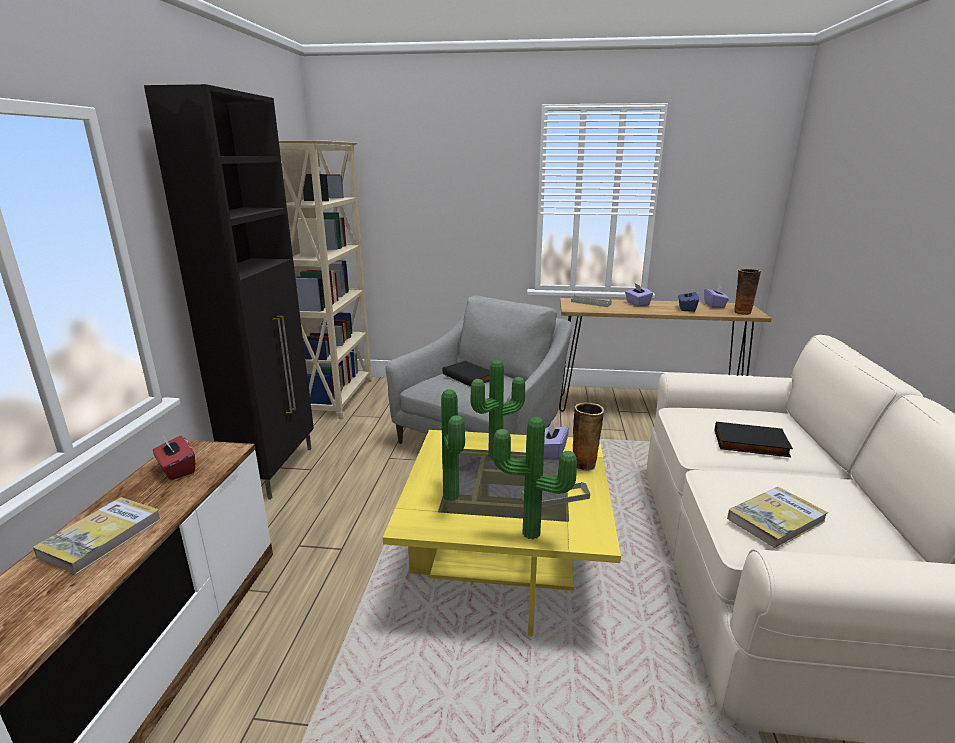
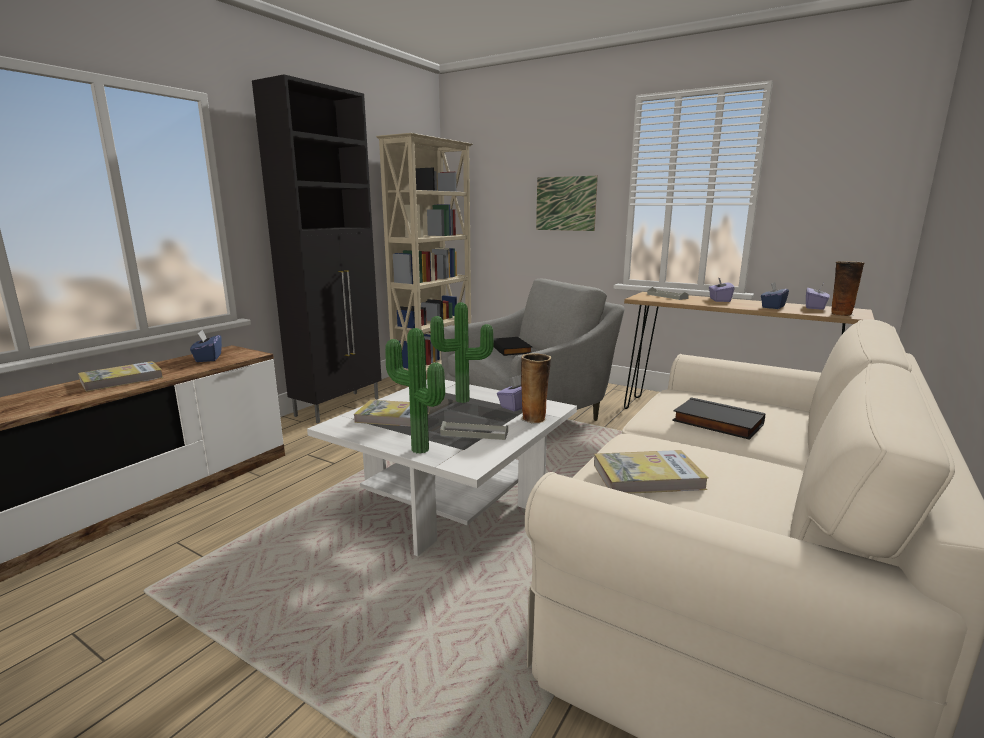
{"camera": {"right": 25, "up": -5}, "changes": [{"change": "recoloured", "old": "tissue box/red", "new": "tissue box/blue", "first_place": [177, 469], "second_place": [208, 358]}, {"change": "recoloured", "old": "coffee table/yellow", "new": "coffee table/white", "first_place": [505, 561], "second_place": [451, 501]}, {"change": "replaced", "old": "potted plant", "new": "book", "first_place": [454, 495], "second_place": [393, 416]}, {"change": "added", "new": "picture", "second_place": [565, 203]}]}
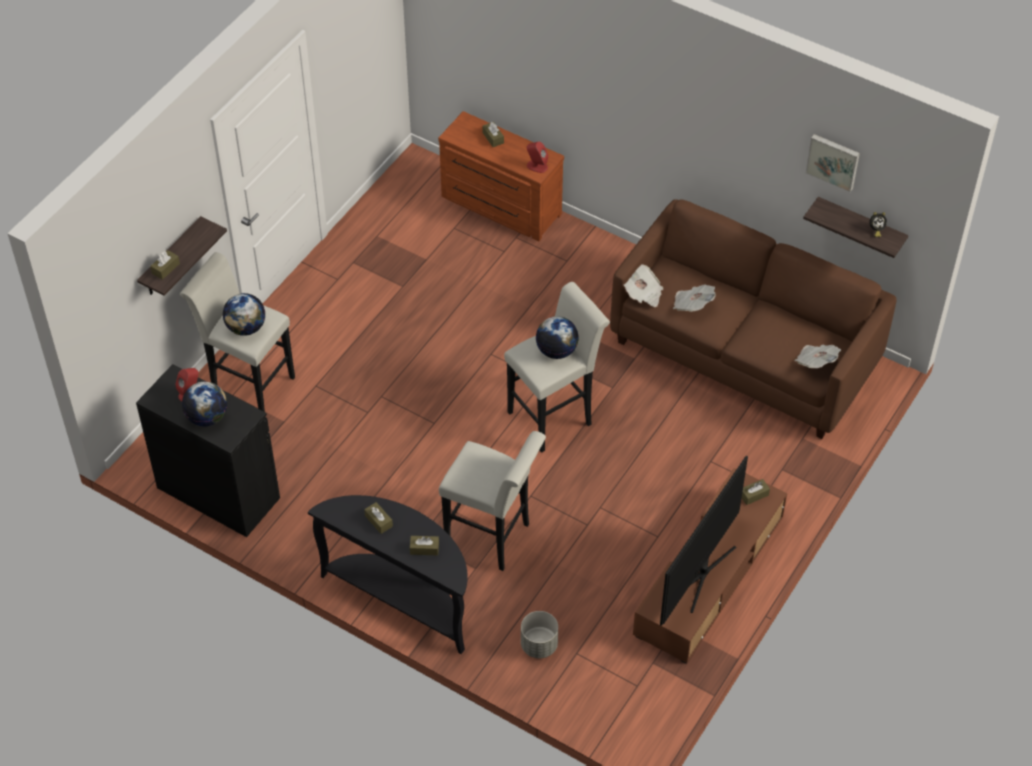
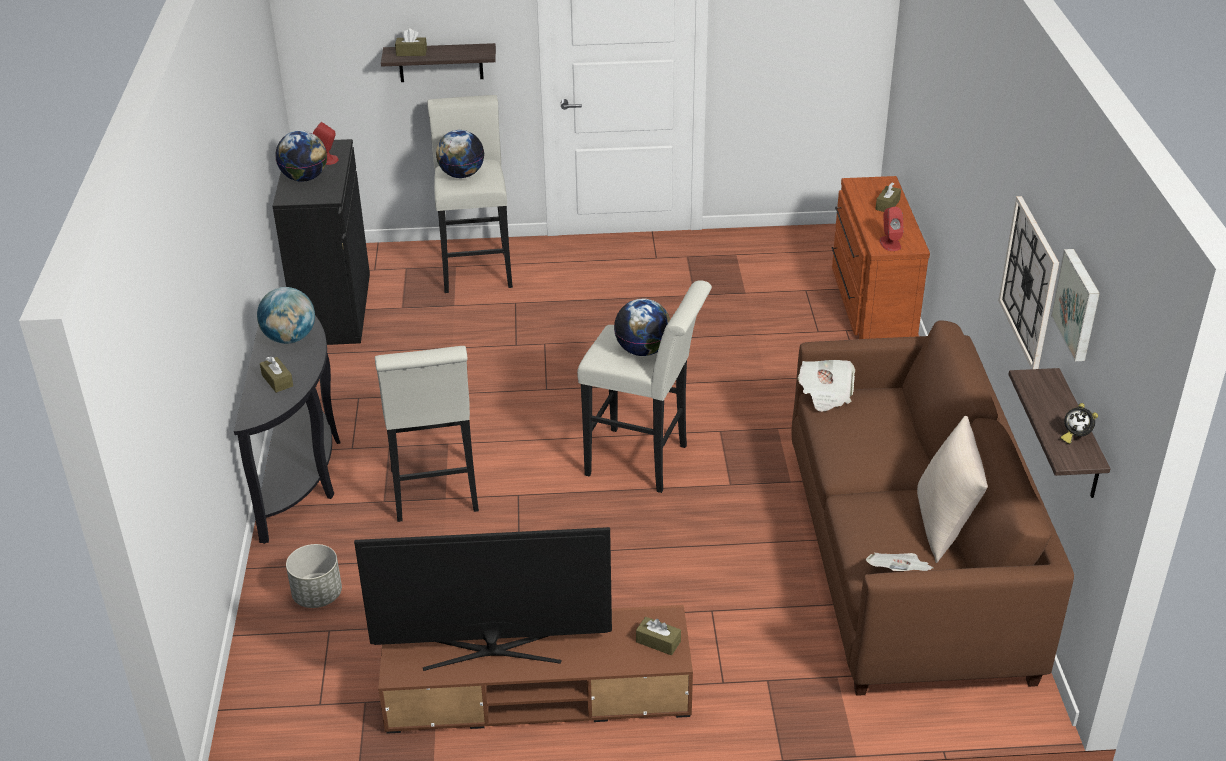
{"camera": {"right": 55, "up": -15}, "changes": [{"change": "replaced", "old": "tissue box/brown", "new": "globe", "first_place": [378, 521], "second_place": [290, 338]}, {"change": "removed", "old": "newspaper", "first_place": [692, 305]}, {"change": "added", "new": "pillow/beige", "second_place": [944, 525]}, {"change": "added", "new": "wall clock", "second_place": [1029, 282]}]}
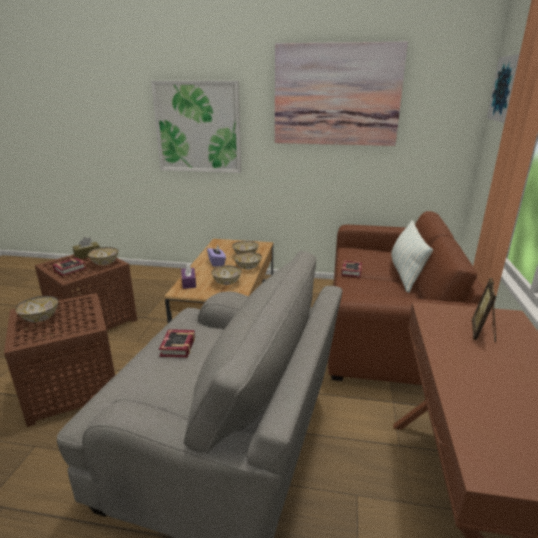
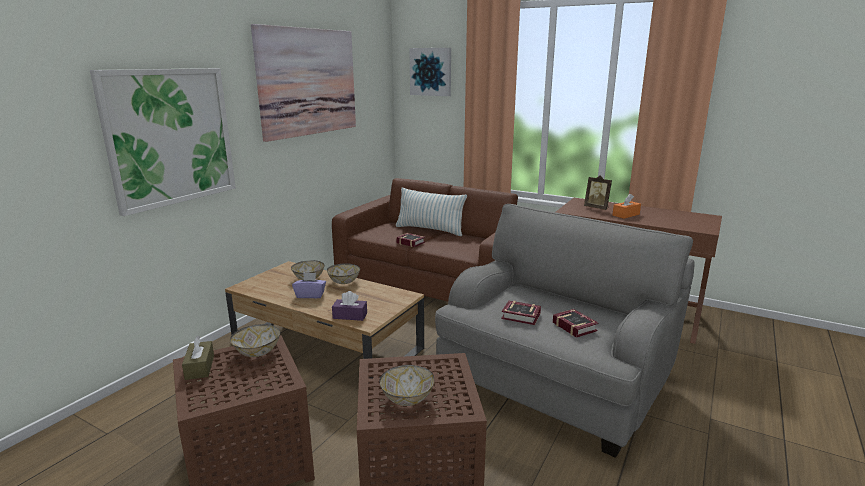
{"camera": {"right": -70, "up": -5}, "changes": [{"change": "moved", "old": "book", "first_place": [71, 269], "second_place": [574, 326]}, {"change": "removed", "old": "bowl", "first_place": [226, 282]}, {"change": "added", "new": "tissue box/orange", "second_place": [626, 215]}]}
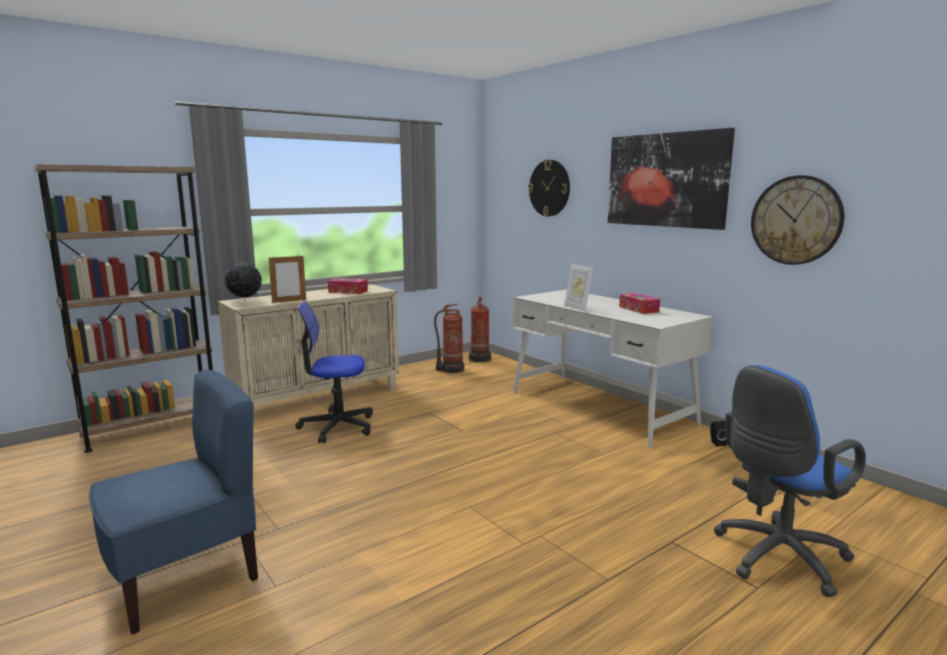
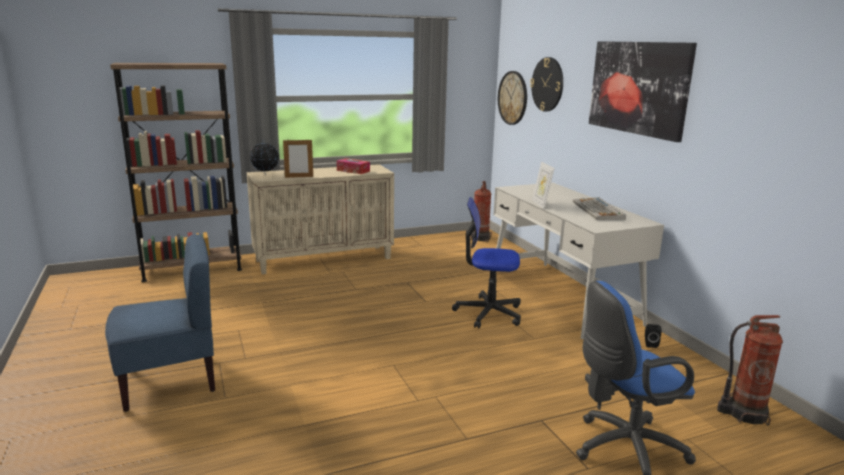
{"camera": {"right": 15, "up": 5}, "changes": [{"change": "moved", "old": "office chair", "first_place": [337, 426], "second_place": [488, 313]}, {"change": "moved", "old": "fire extinguisher", "first_place": [451, 370], "second_place": [743, 413]}, {"change": "replaced", "old": "tissue box", "new": "keyboard", "first_place": [638, 309], "second_place": [598, 210]}, {"change": "moved", "old": "wall clock", "first_place": [796, 220], "second_place": [513, 98]}]}
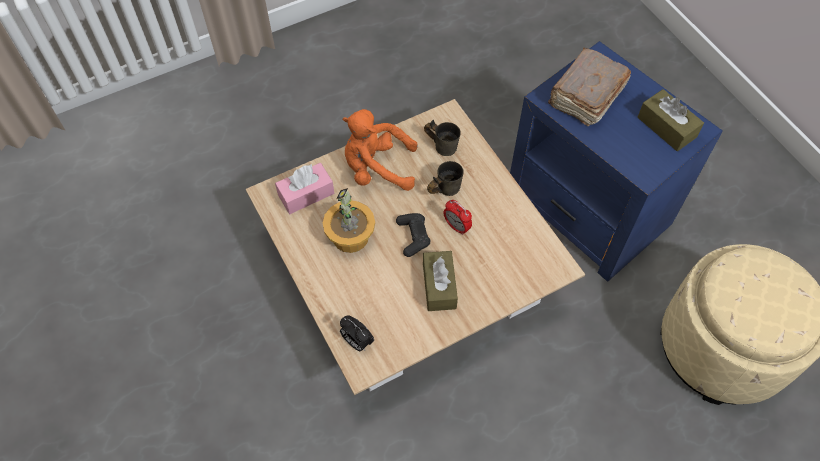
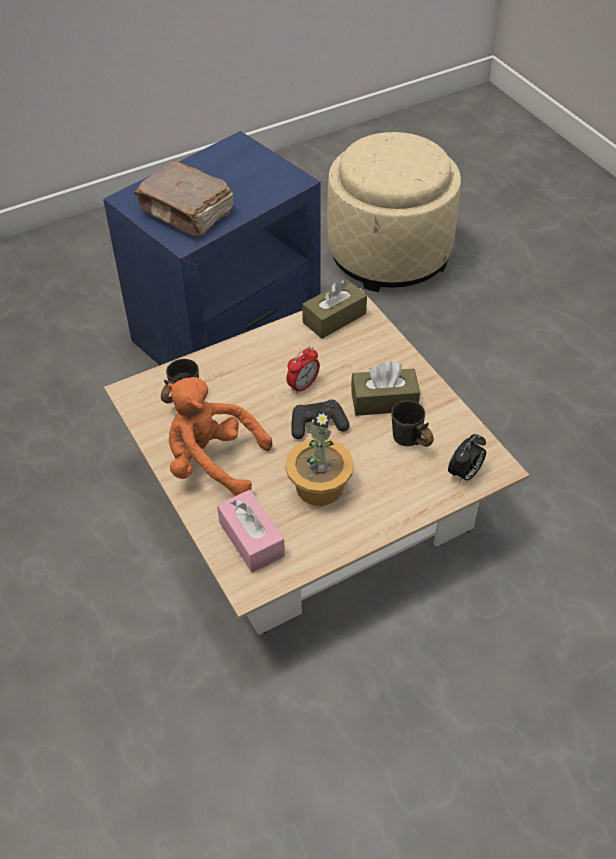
{"camera": {"right": -90, "up": -10}, "changes": [{"change": "turned", "old": "plush toy/orange", "first_place": [377, 168], "second_place": [212, 463], "degrees": 105}, {"change": "moved", "old": "mug/grey", "first_place": [443, 188], "second_place": [408, 443]}, {"change": "moved", "old": "tissue box/brown", "first_place": [666, 127], "second_place": [334, 318]}]}
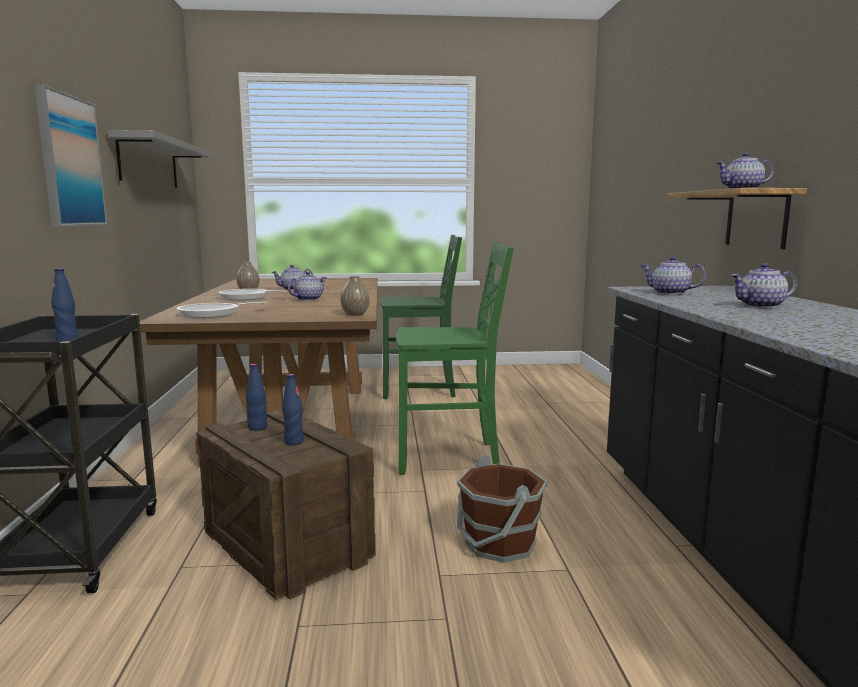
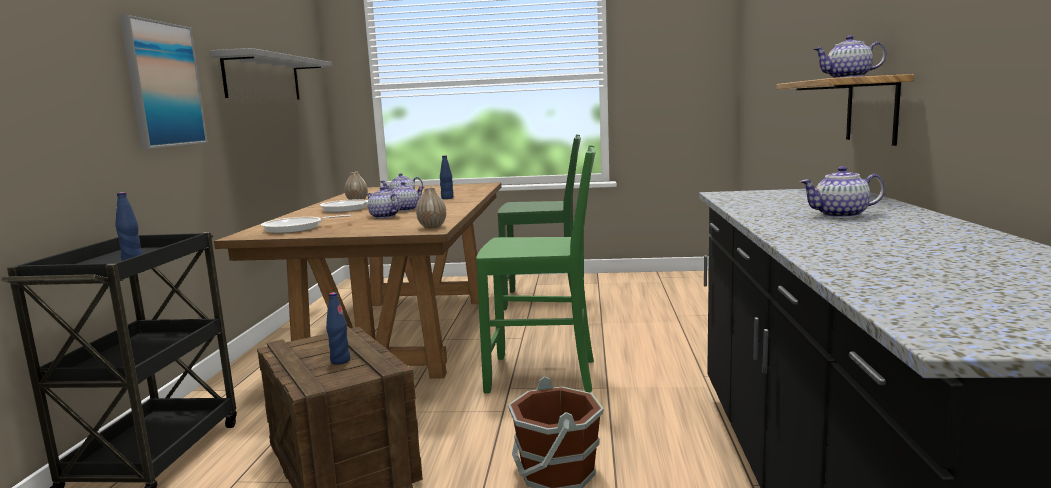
{"camera": {"right": 10, "up": 0}, "changes": [{"change": "moved", "old": "bottle/blue", "first_place": [257, 428], "second_place": [447, 198]}, {"change": "moved", "old": "teapot", "first_place": [670, 293], "second_place": [384, 216]}]}
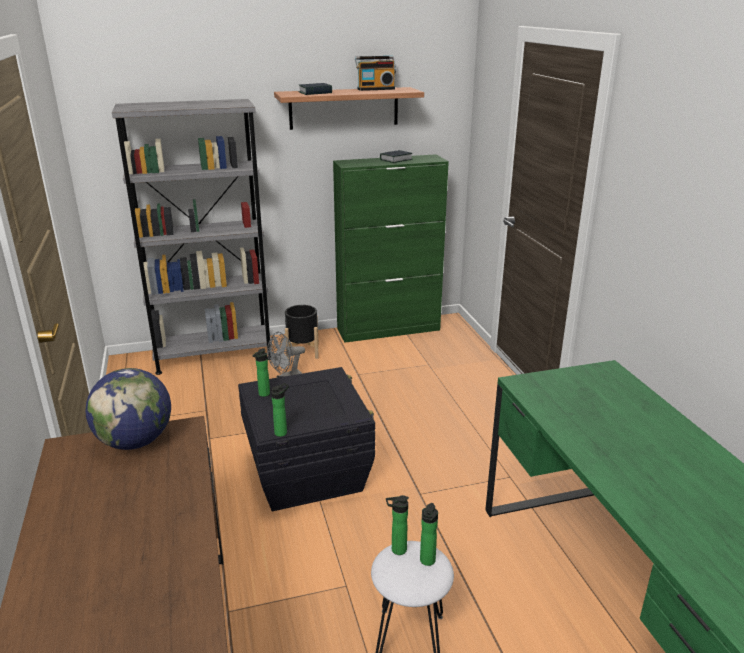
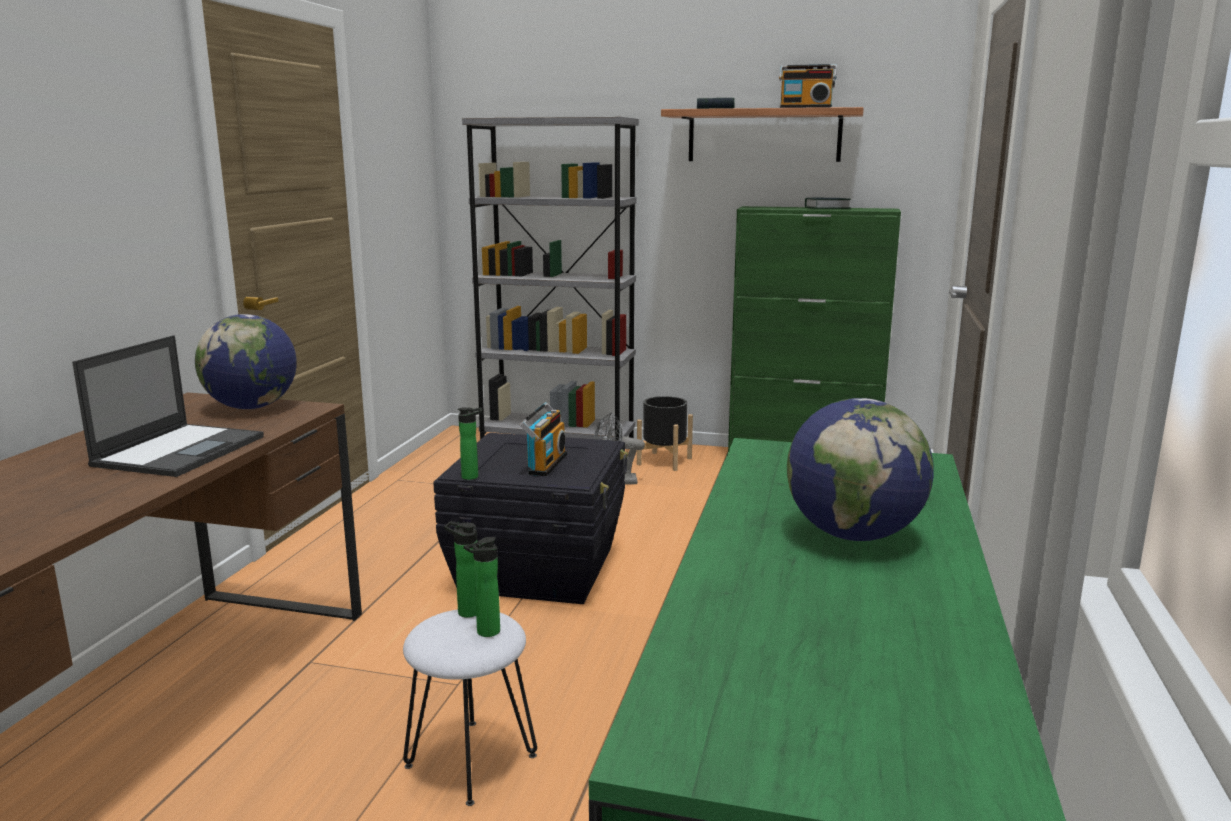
{"camera": {"right": 30, "up": -10}, "changes": [{"change": "removed", "old": "bottle", "first_place": [263, 394]}, {"change": "added", "new": "laptop", "second_place": [181, 450]}, {"change": "added", "new": "radio", "second_place": [545, 464]}, {"change": "added", "new": "globe", "second_place": [853, 534]}]}
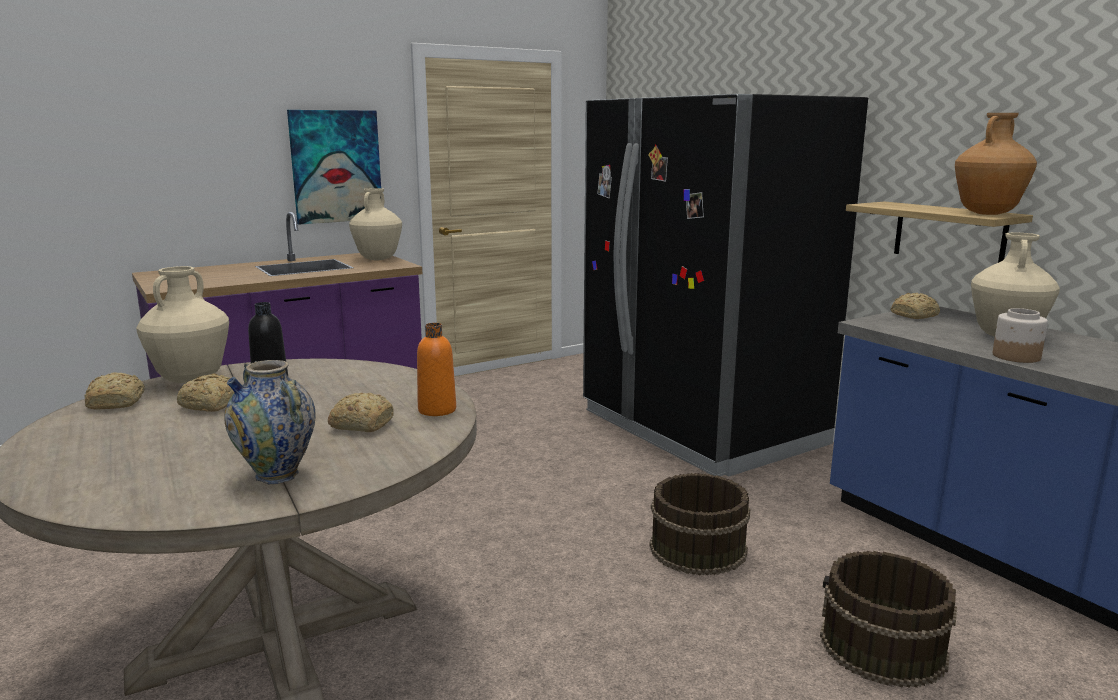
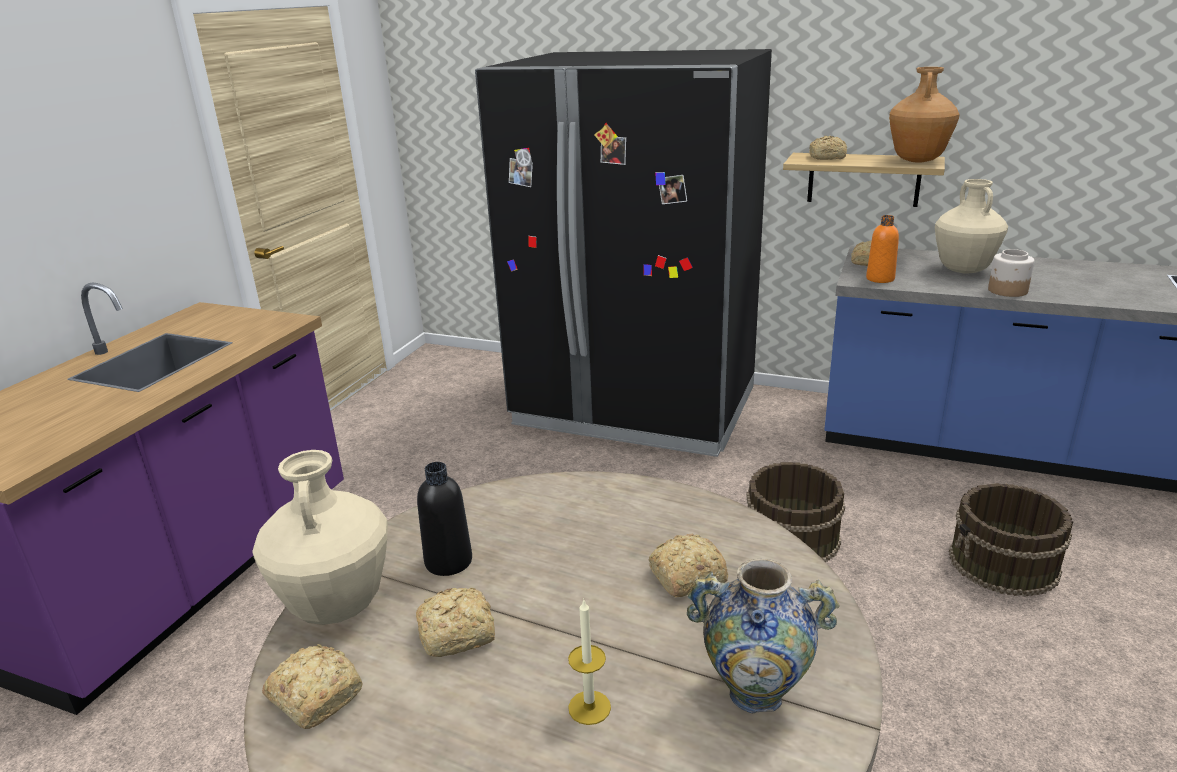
{"camera": {"right": -35, "up": 10}, "changes": [{"change": "removed", "old": "picture", "first_place": [336, 166]}, {"change": "removed", "old": "vase/beige", "first_place": [377, 259]}, {"change": "moved", "old": "bottle/orange", "first_place": [437, 410], "second_place": [880, 279]}, {"change": "added", "new": "candle", "second_place": [589, 707]}, {"change": "added", "new": "bread", "second_place": [828, 157]}]}
